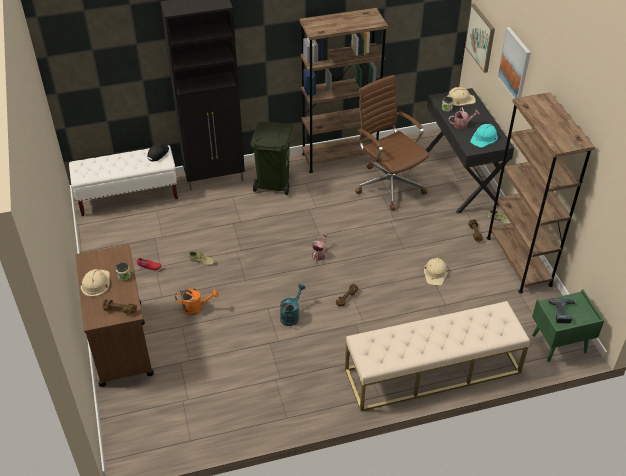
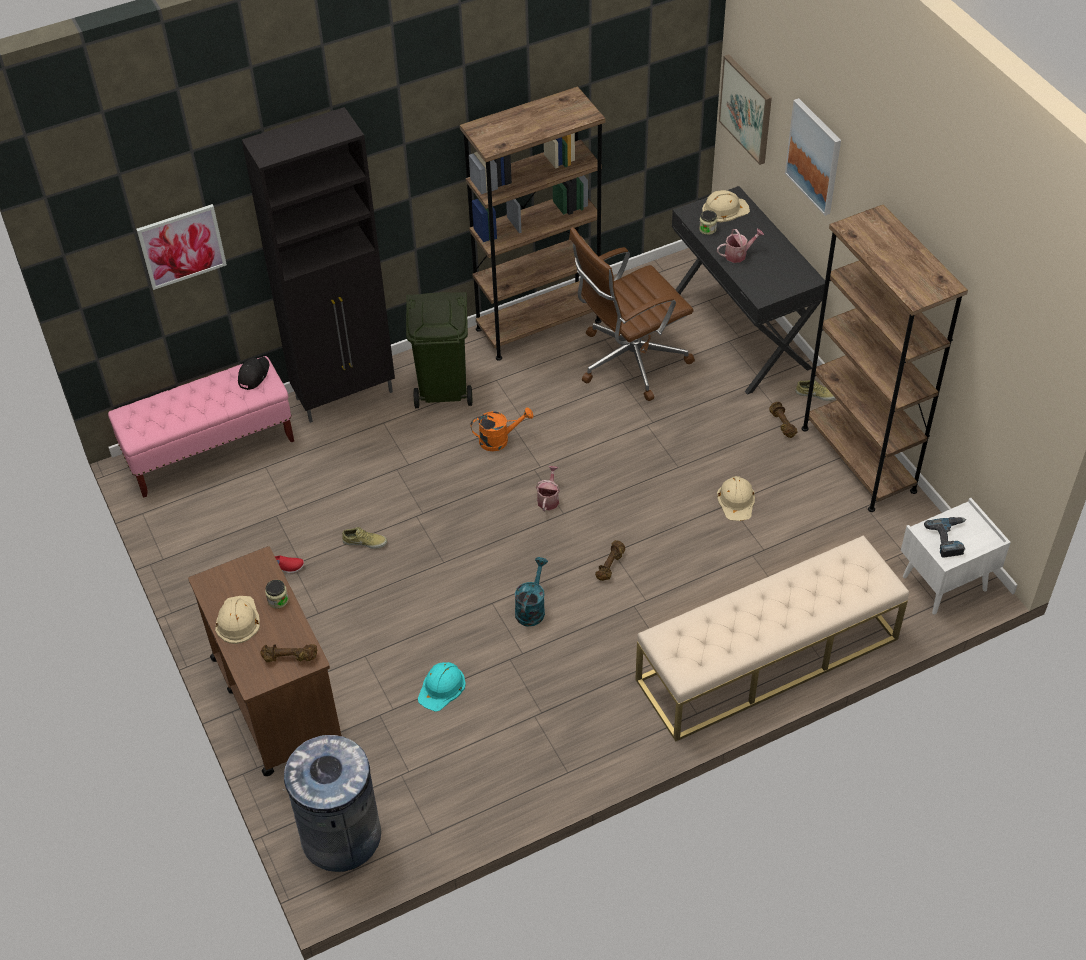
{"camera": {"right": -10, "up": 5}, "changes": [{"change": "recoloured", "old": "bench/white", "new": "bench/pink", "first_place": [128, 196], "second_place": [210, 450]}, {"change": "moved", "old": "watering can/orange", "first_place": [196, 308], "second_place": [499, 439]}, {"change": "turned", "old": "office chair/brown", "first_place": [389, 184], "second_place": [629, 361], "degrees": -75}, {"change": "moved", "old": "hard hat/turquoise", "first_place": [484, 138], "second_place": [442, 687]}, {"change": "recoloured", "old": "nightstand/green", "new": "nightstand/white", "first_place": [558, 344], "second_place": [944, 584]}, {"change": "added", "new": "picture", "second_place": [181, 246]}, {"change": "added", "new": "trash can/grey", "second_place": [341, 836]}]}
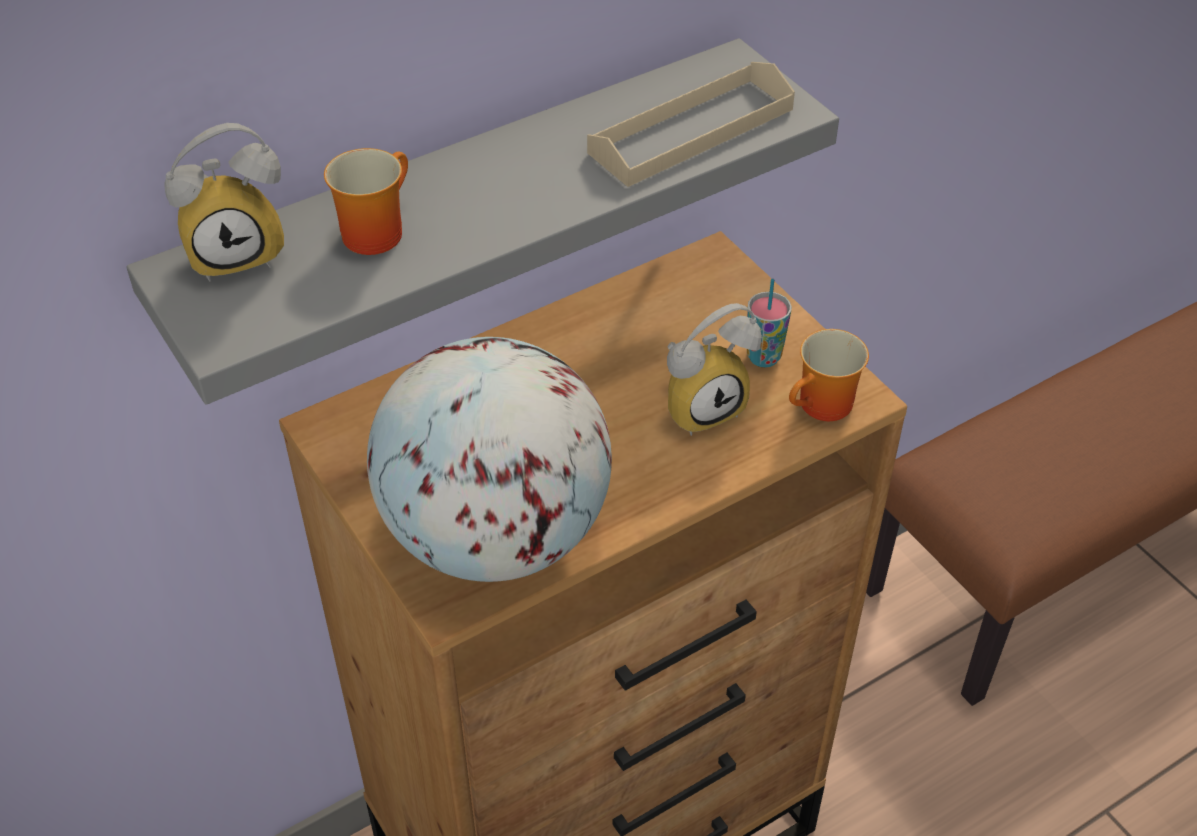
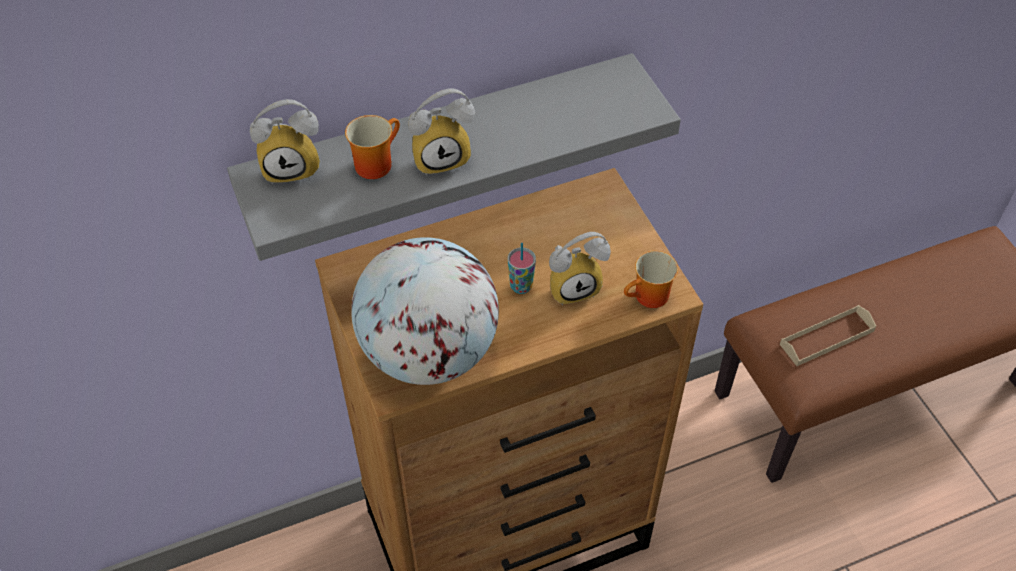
{"camera": {"right": 10, "up": 5}, "changes": [{"change": "moved", "old": "tray/beige", "first_place": [691, 131], "second_place": [826, 338]}, {"change": "moved", "old": "cup", "first_place": [763, 357], "second_place": [521, 286]}, {"change": "added", "new": "alarm clock", "second_place": [442, 157]}]}
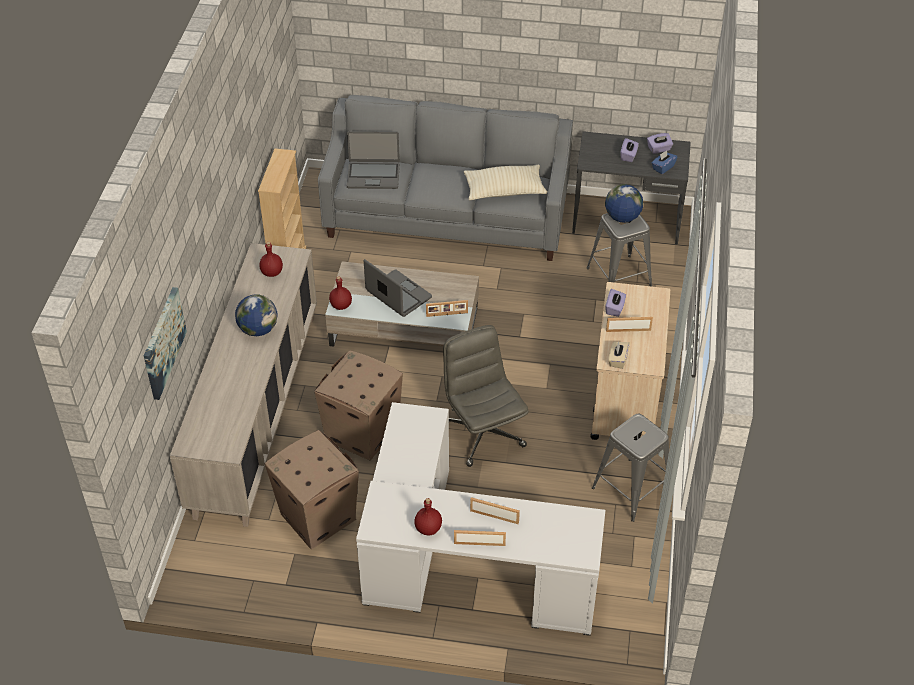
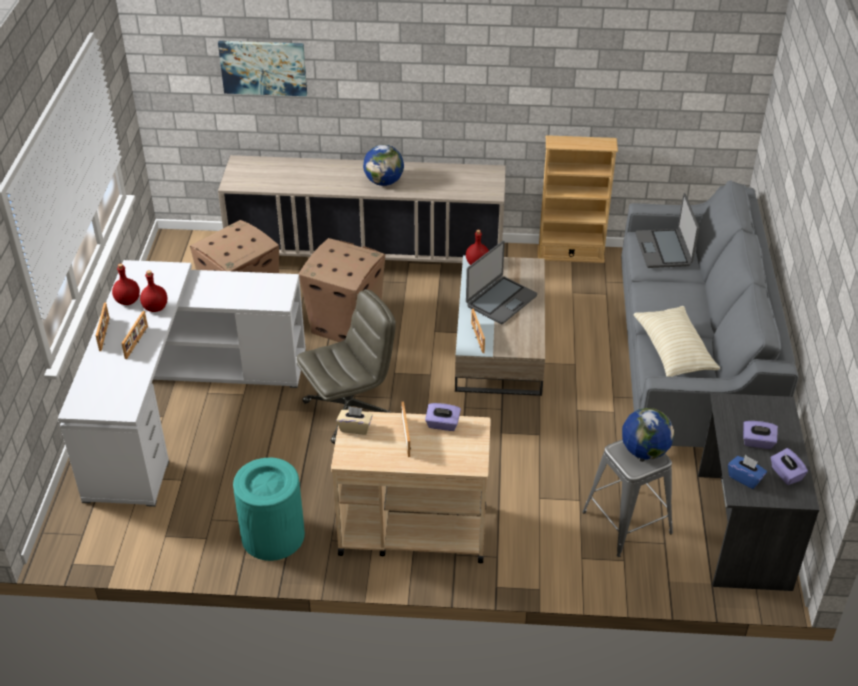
{"camera": {"right": 85, "up": -5}, "changes": [{"change": "moved", "old": "bottle/red", "first_place": [272, 272], "second_place": [156, 308]}, {"change": "replaced", "old": "stool/grey", "new": "trash can/turquoise", "first_place": [631, 489], "second_place": [272, 535]}]}
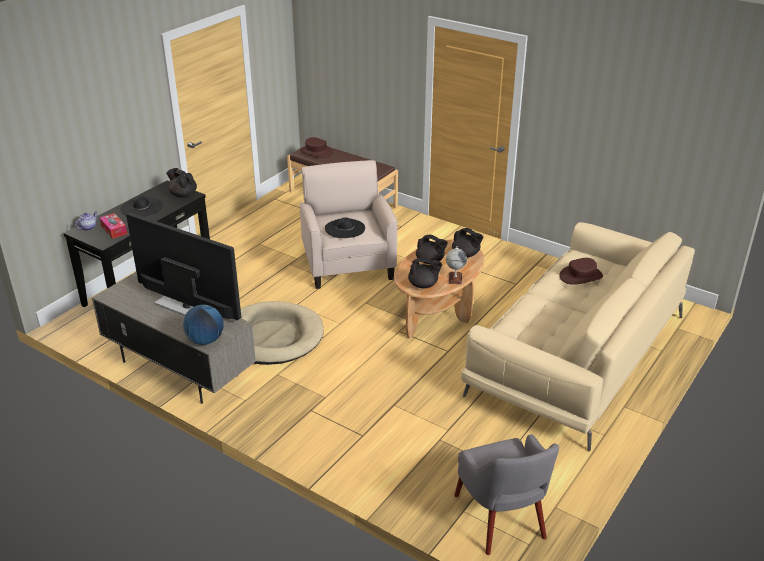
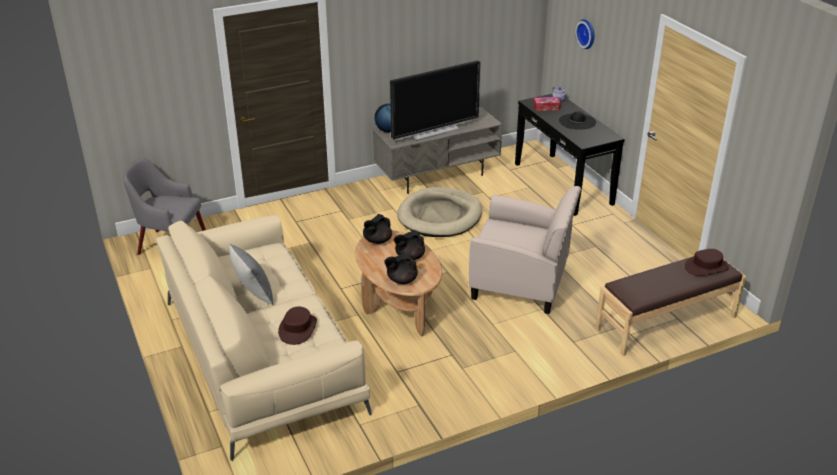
{"camera": {"right": 120, "up": 0}, "changes": [{"change": "removed", "old": "teapot/black", "first_place": [183, 194]}, {"change": "removed", "old": "hat/black", "first_place": [345, 228]}, {"change": "removed", "old": "globe", "first_place": [455, 278]}, {"change": "added", "new": "pillow/grey", "second_place": [253, 294]}, {"change": "added", "new": "wall clock", "second_place": [587, 33]}]}
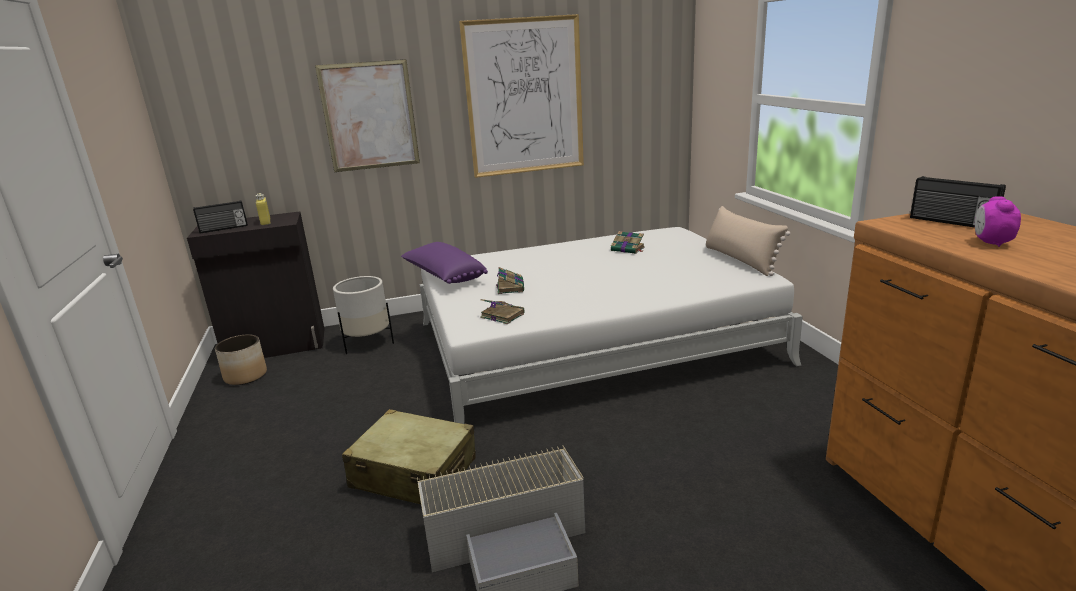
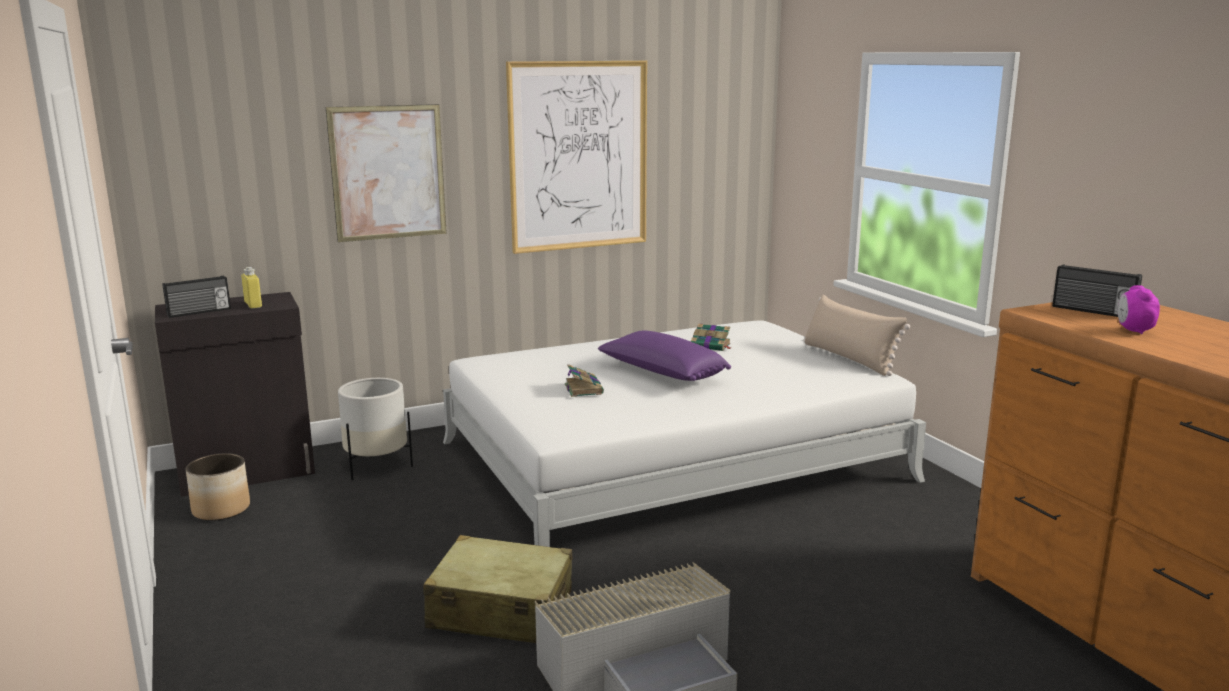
{"camera": {"right": -10, "up": -5}, "changes": [{"change": "moved", "old": "pillow/purple", "first_place": [444, 276], "second_place": [661, 373]}, {"change": "removed", "old": "book", "first_place": [501, 315]}]}
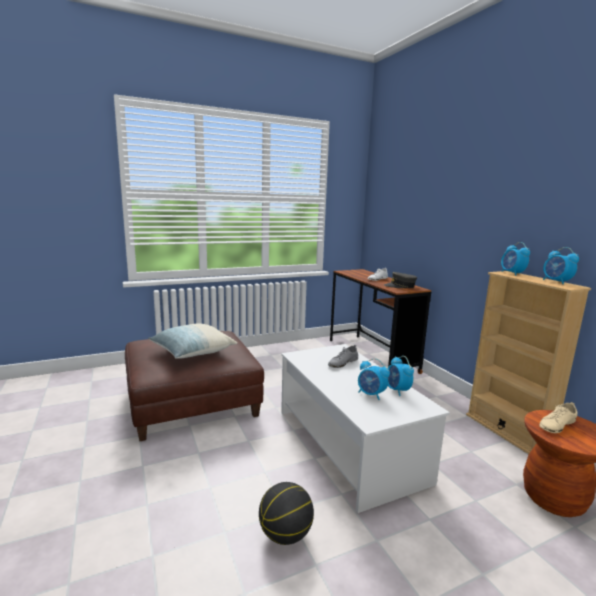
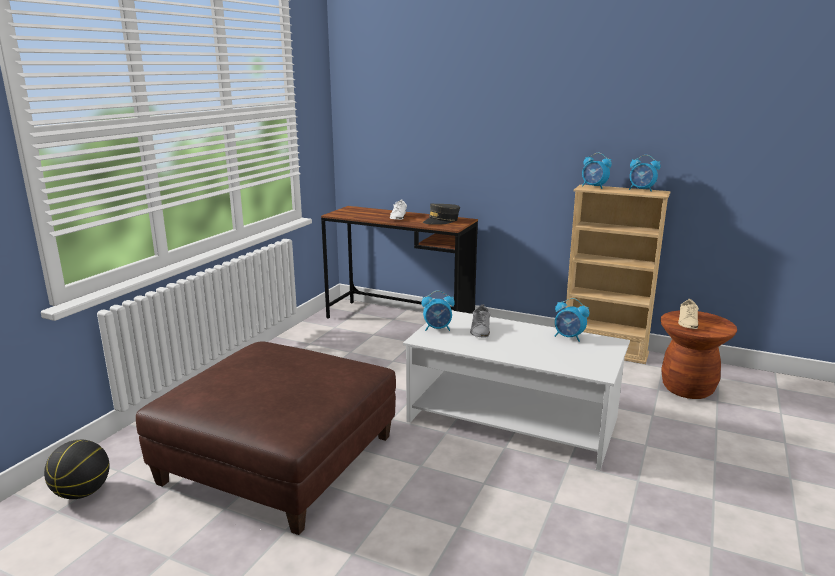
{"camera": {"right": -40, "up": 5}, "changes": [{"change": "removed", "old": "pillow", "first_place": [192, 352]}, {"change": "moved", "old": "basketball", "first_place": [285, 534], "second_place": [82, 493]}, {"change": "moved", "old": "alarm clock", "first_place": [371, 394], "second_place": [437, 329]}]}
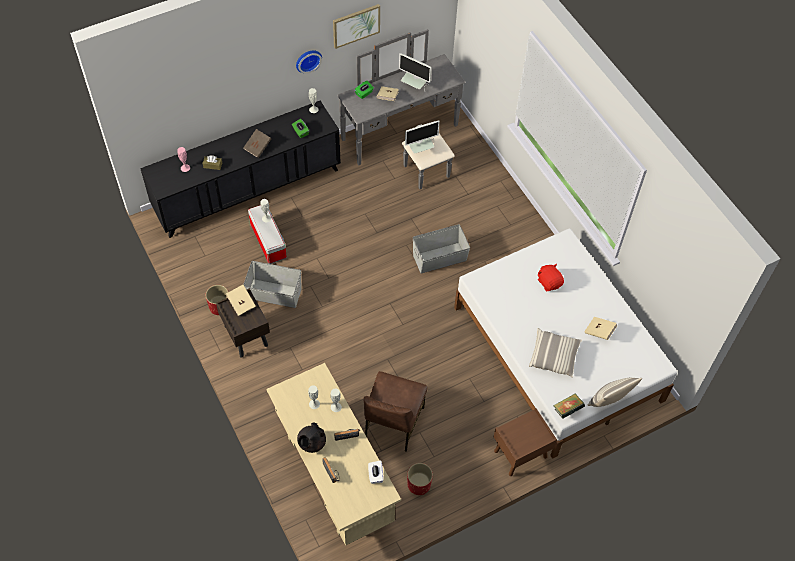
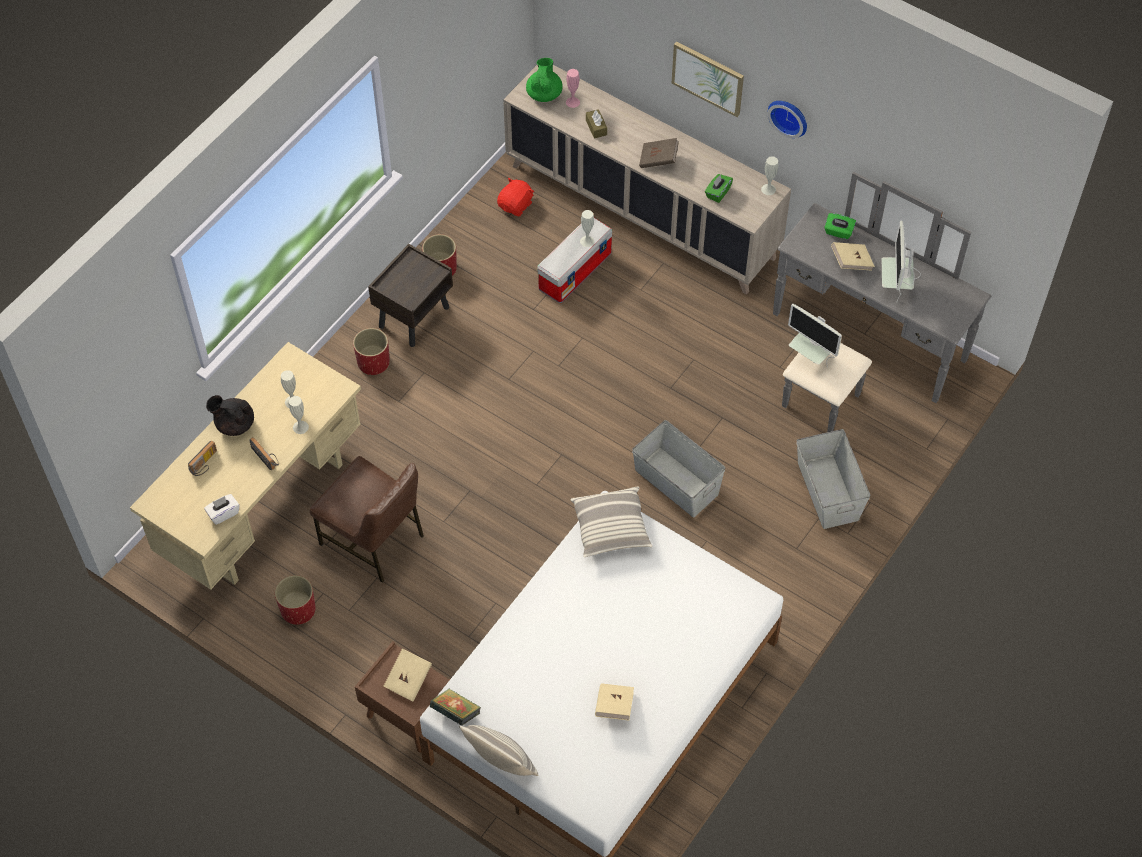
{"camera": {"right": 65, "up": 0}, "changes": [{"change": "recoloured", "old": "cabinet/black", "new": "cabinet/beige", "first_place": [247, 190], "second_place": [642, 210]}, {"change": "moved", "old": "book/beige", "first_place": [241, 303], "second_place": [408, 680]}, {"change": "moved", "old": "storage box/grey", "first_place": [274, 293], "second_place": [827, 491]}, {"change": "moved", "old": "picture", "first_place": [356, 25], "second_place": [708, 78]}, {"change": "turned", "old": "chair/brown", "first_place": [392, 423], "second_place": [374, 540], "degrees": -135}, {"change": "moved", "old": "pillow", "first_place": [554, 357], "second_place": [611, 529]}, {"change": "moved", "old": "plush toy/red", "first_place": [549, 282], "second_place": [516, 205]}, {"change": "added", "new": "planter/red", "second_place": [373, 362]}, {"change": "added", "new": "teapot/green", "second_place": [544, 94]}]}
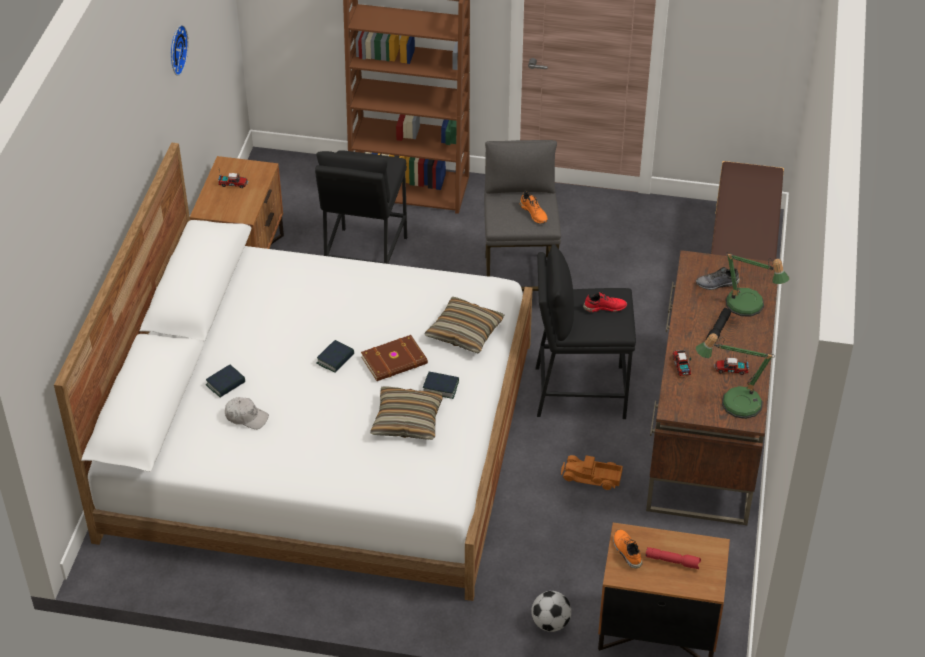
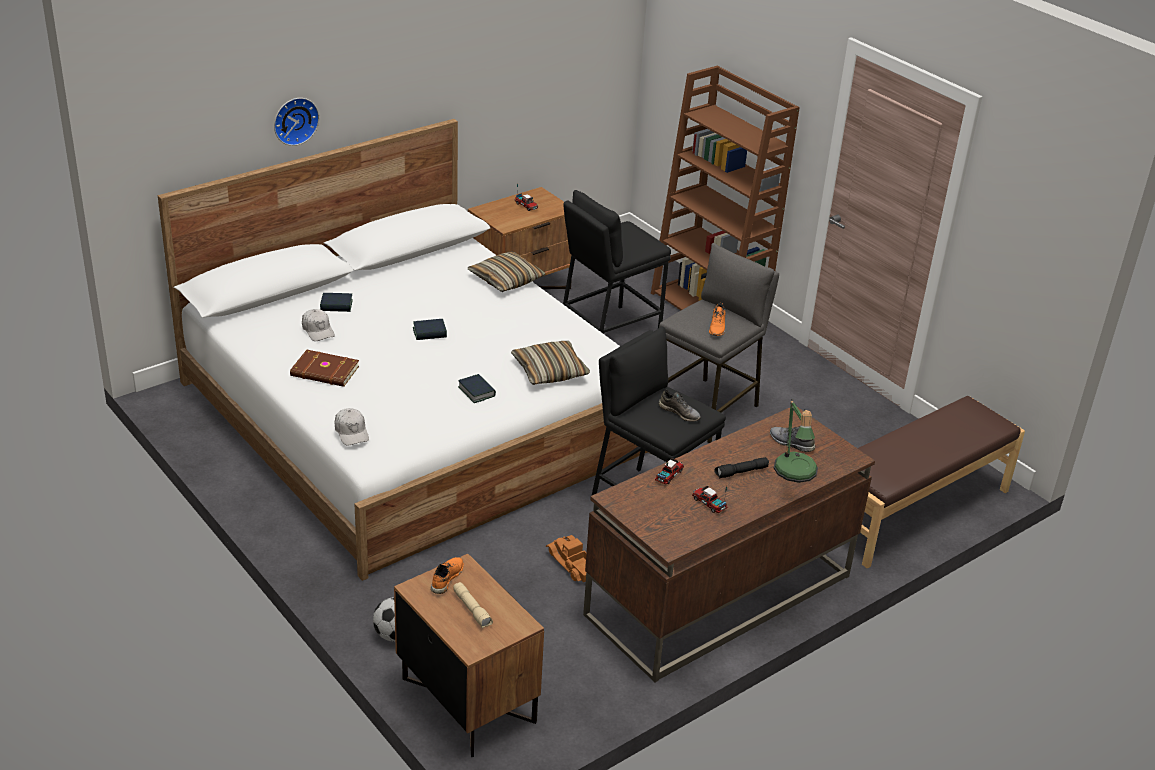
{"camera": {"right": 40, "up": -10}, "changes": [{"change": "moved", "old": "wall clock", "first_place": [175, 49], "second_place": [294, 120]}, {"change": "moved", "old": "book/brown", "first_place": [395, 361], "second_place": [324, 372]}, {"change": "moved", "old": "pillow", "first_place": [407, 420], "second_place": [506, 280]}, {"change": "recoloured", "old": "shoe/red", "new": "shoe/grey", "first_place": [604, 307], "second_place": [680, 413]}, {"change": "recoloured", "old": "flashlight/red", "new": "flashlight/beige", "first_place": [673, 561], "second_place": [472, 610]}, {"change": "removed", "old": "table lamp", "first_place": [734, 402]}, {"change": "added", "new": "cap/white", "second_place": [351, 432]}]}
